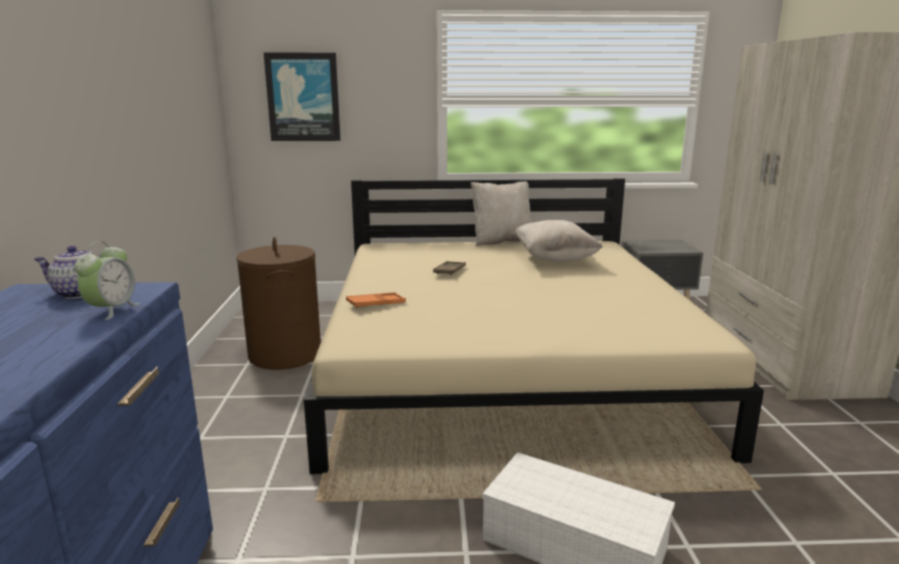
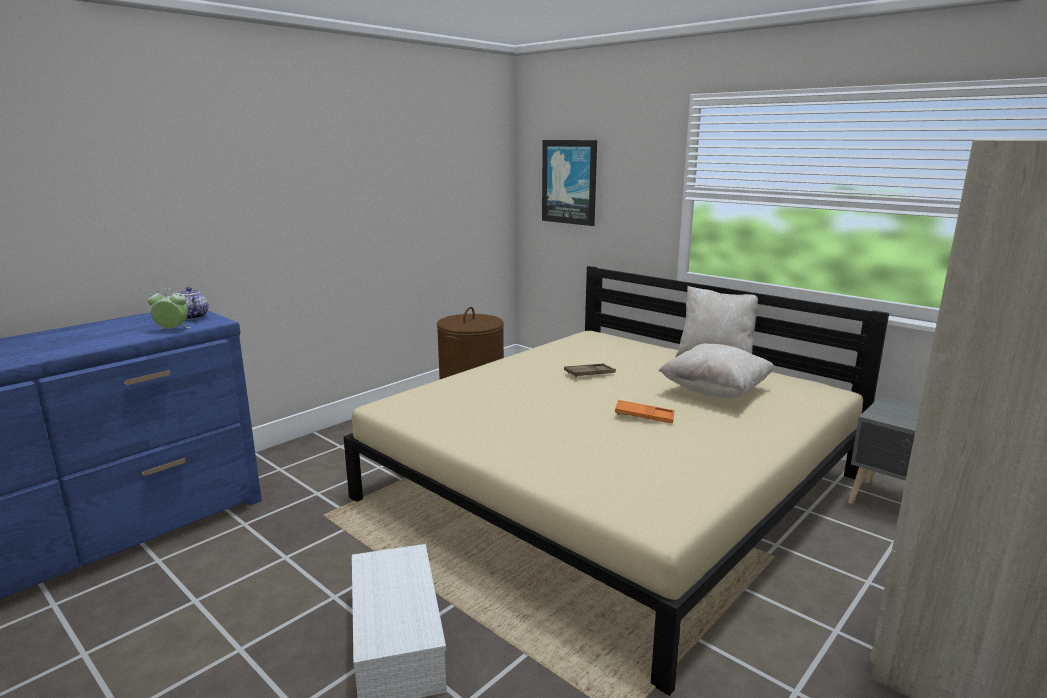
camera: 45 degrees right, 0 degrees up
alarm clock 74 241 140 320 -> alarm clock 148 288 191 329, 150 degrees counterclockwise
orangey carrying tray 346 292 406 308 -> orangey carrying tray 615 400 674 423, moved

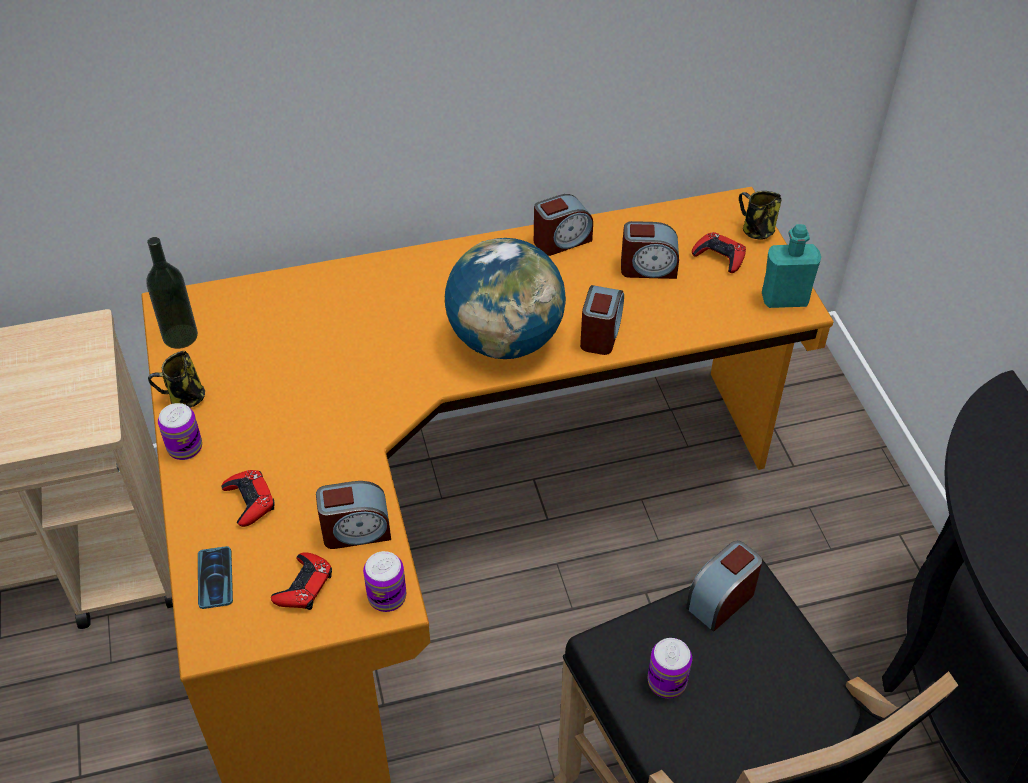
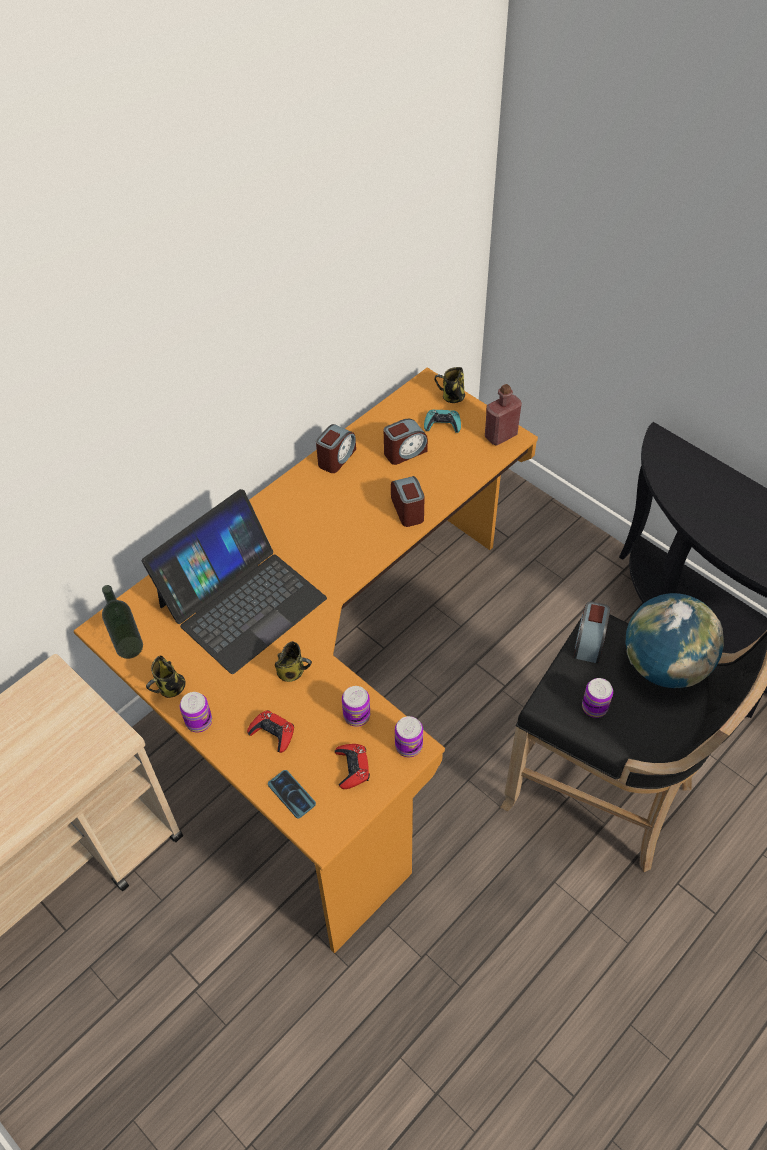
camera: 30 degrees left, 5 degrees up
none -> portable computer 142 489 327 674
none -> mug 275 641 312 682
alarm clock 316 481 391 549 -> can 342 686 370 727
red joypad 692 232 746 273 -> blue-green joypad 424 409 461 433
blue-green bottle 762 224 821 308 -> red bottle 485 384 522 446
desk globe 445 238 566 359 -> desk globe 626 593 724 688, moved

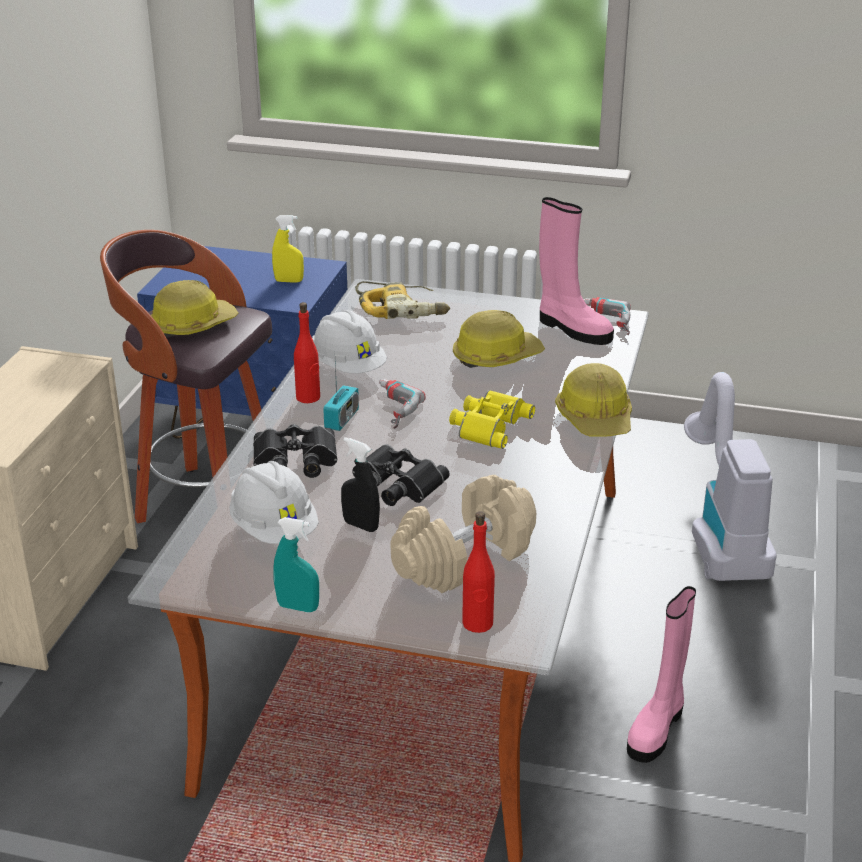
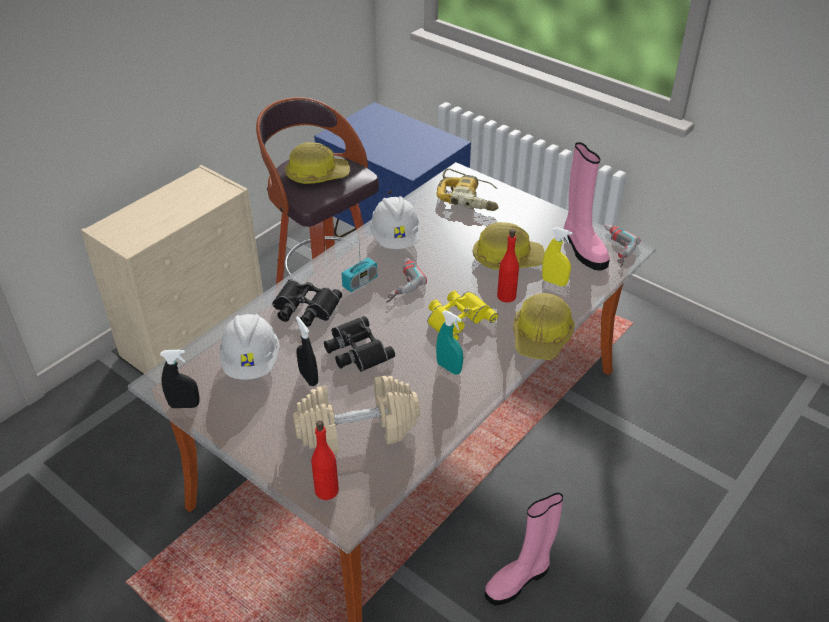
camera: 25 degrees right, 10 degrees up
none -> black sprayer 160 350 200 408
blue-green sprayer 273 517 319 612 -> blue-green sprayer 436 310 463 374, moved
red bottle 294 302 320 403 -> red bottle 497 229 519 303, moved
yellow sprayer 272 215 304 283 -> yellow sprayer 542 227 572 286, moved
vacuum 684 372 777 581 -> none

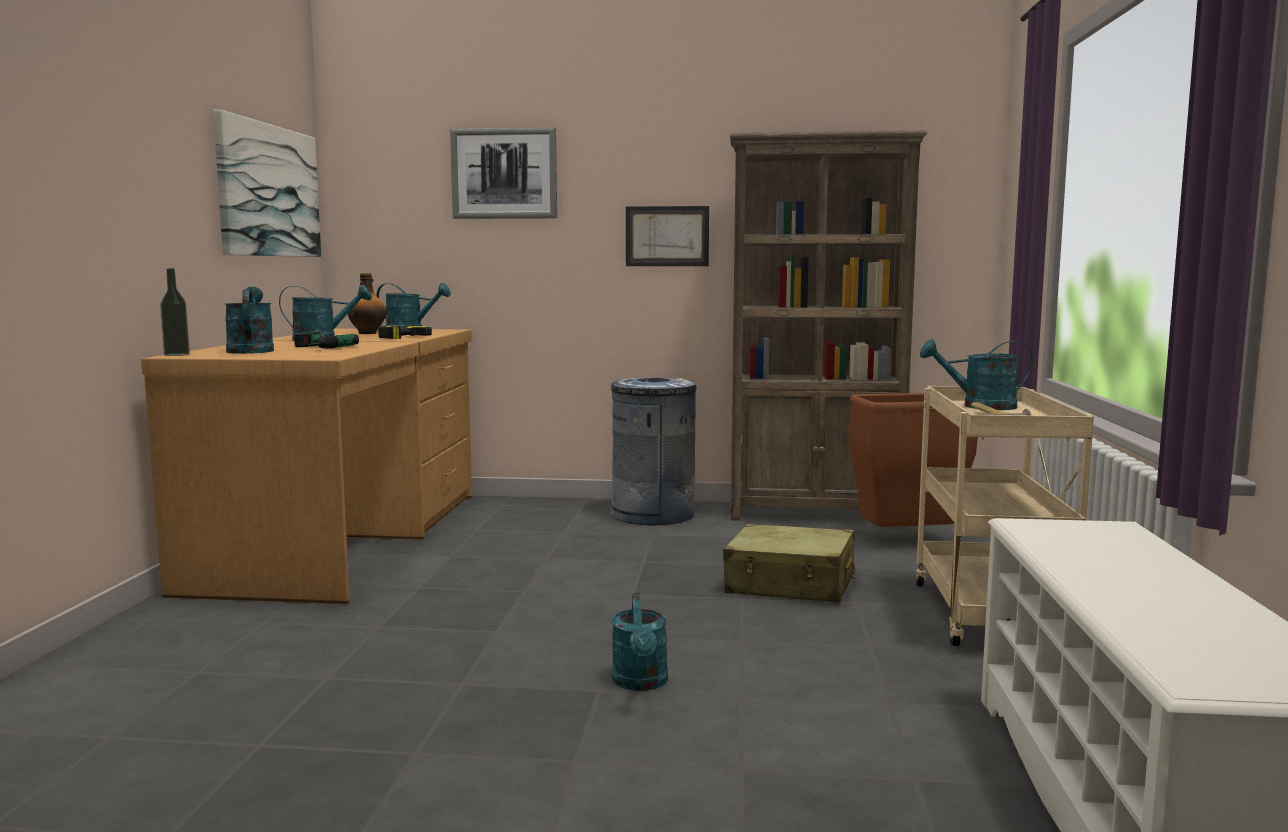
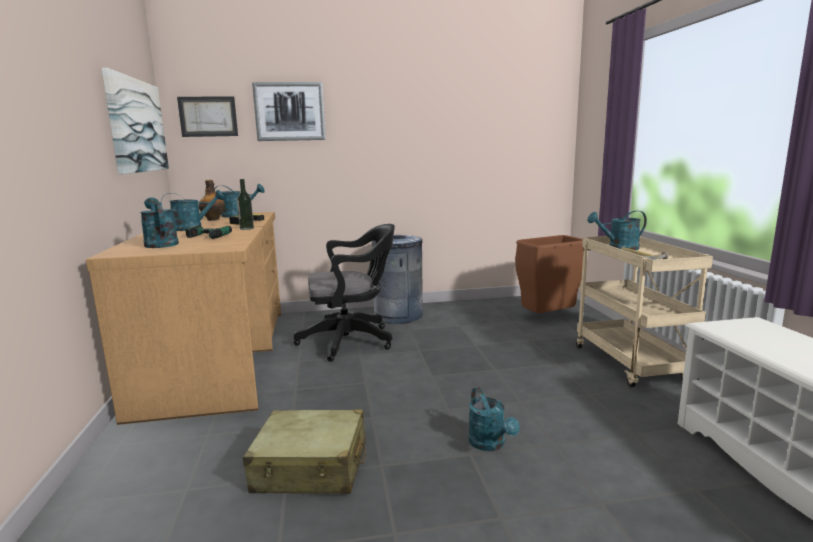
camera: 15 degrees left, 5 degrees up
picture 626 206 709 266 -> picture 177 96 238 137, moved
bottle 160 268 190 356 -> bottle 237 179 254 230, moved
beige suitcase 723 524 857 603 -> beige suitcase 243 409 366 494, moved
none -> black computer chair 294 224 395 362
brownish bookshelf 730 131 927 521 -> none

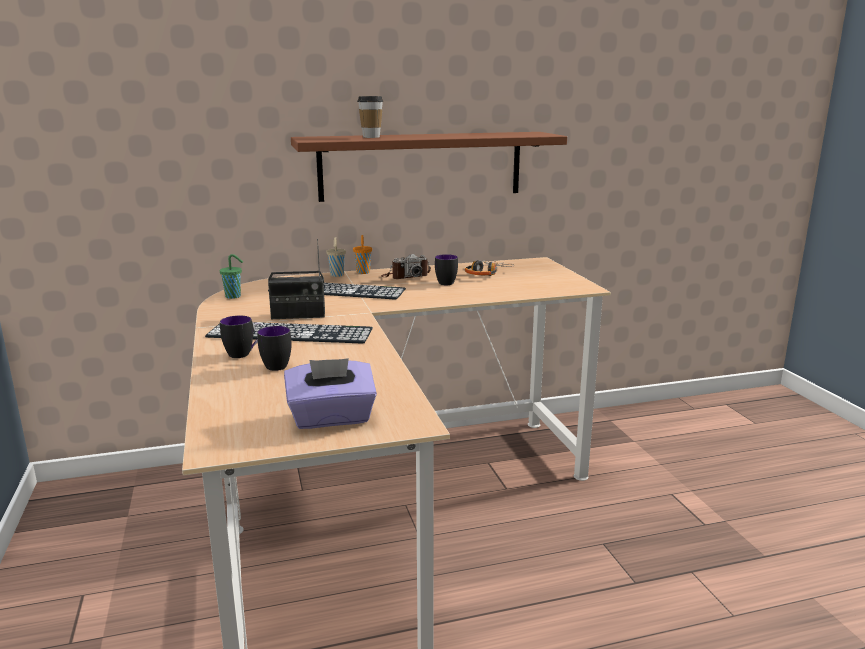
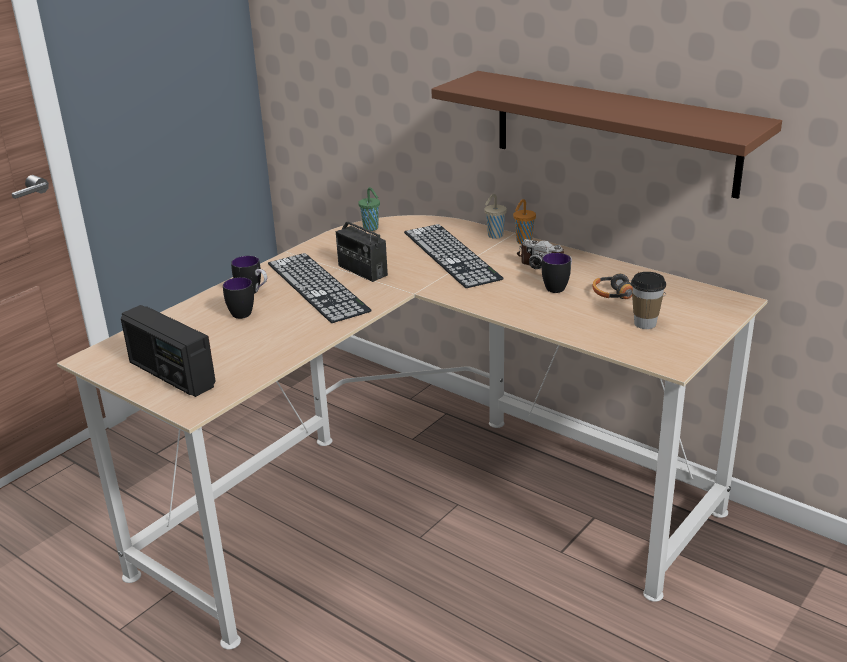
camera: 55 degrees right, 10 degrees up
purplish tissue holder 284 358 377 429 -> radio receiver 121 305 216 397
cup 357 96 384 138 -> cup 631 272 666 329, moved

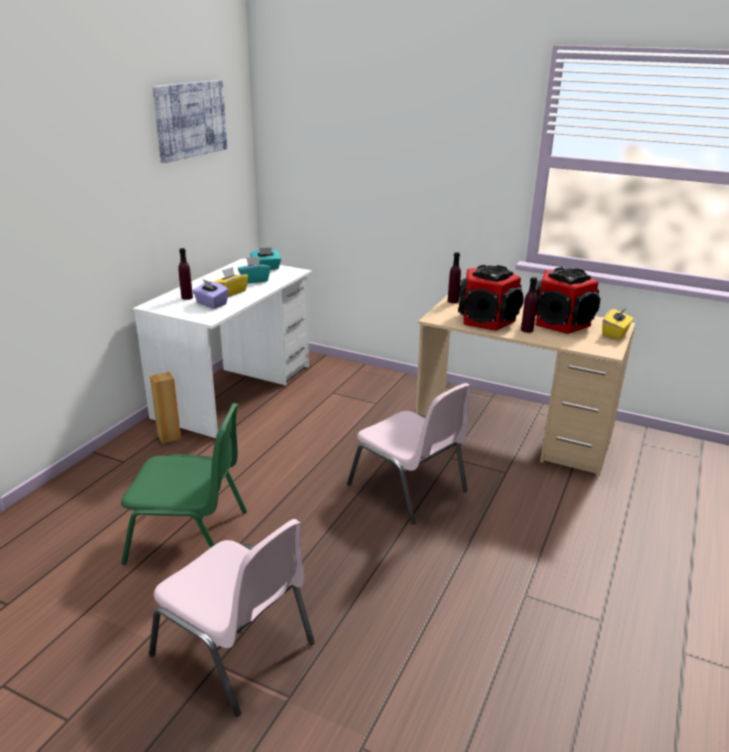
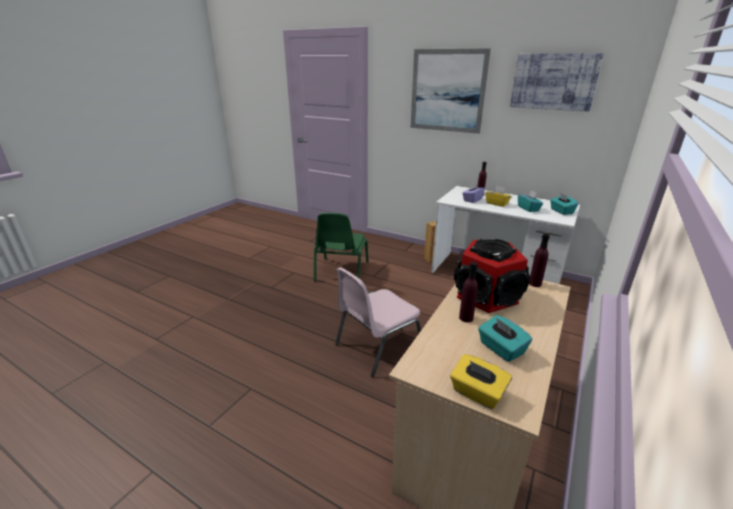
camera: 95 degrees right, 0 degrees up
none -> picture 411 48 491 134
loudspeaker 536 267 600 334 -> blue-green tissue holder 478 315 532 362
pink-coloured upright chair 149 519 315 717 -> none

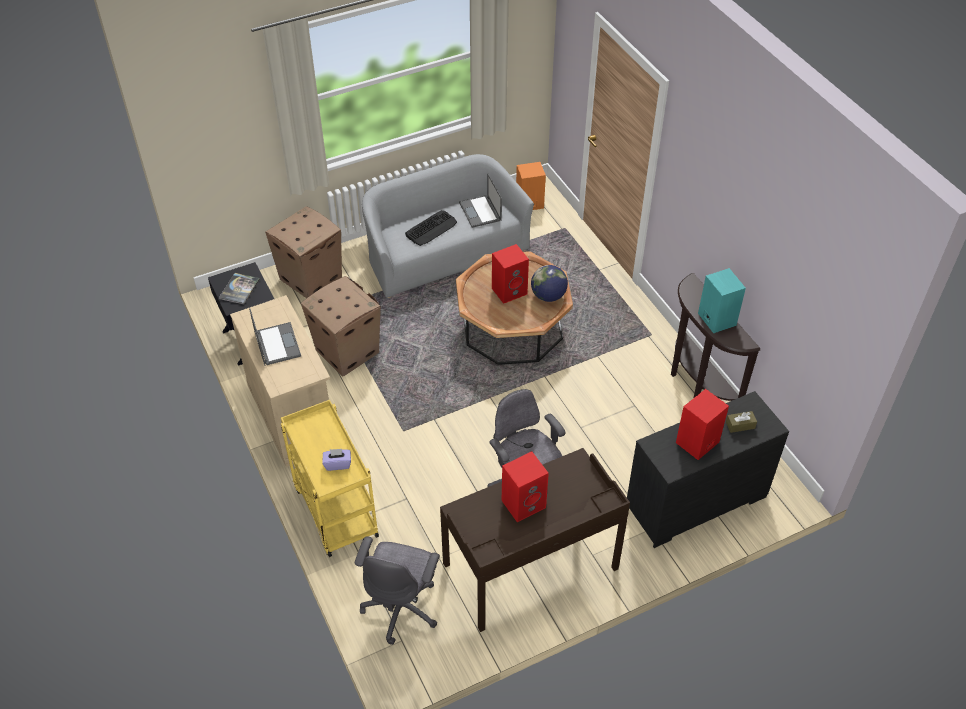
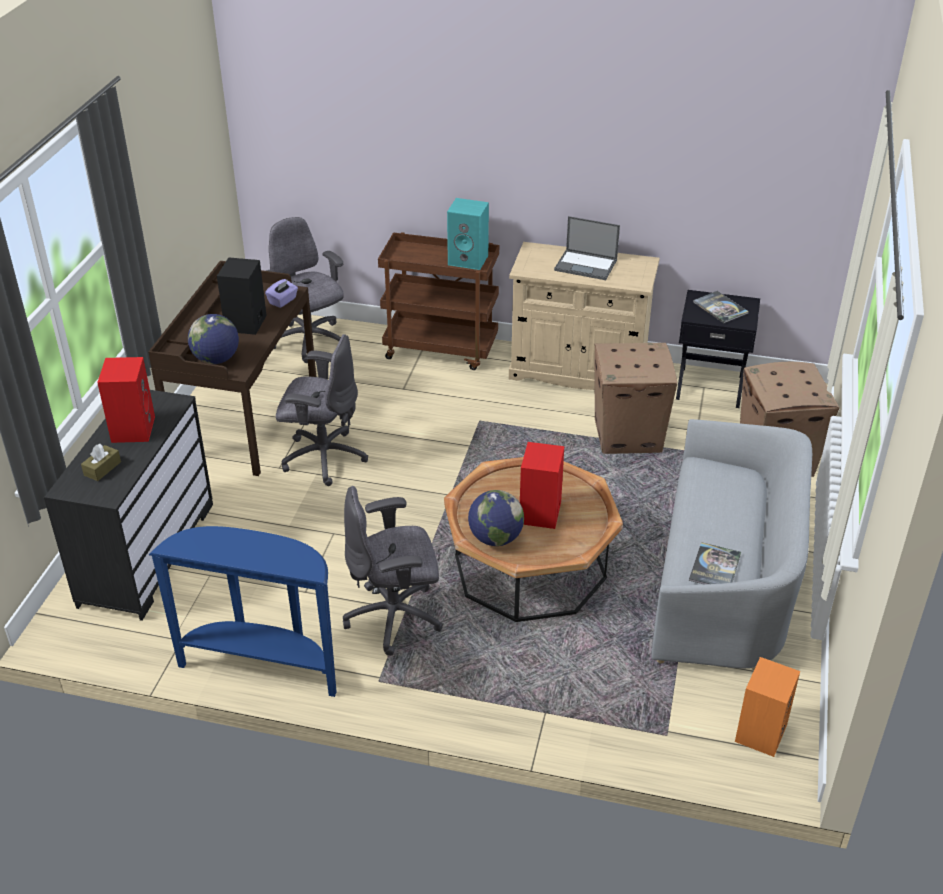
camera: 130 degrees right, 10 degrees down
brownish narrow table 671 273 760 401 -> blue narrow table 149 526 337 697
none -> desk globe 188 314 239 364
red loudspeaker 502 451 549 522 -> black loudspeaker 217 257 266 335
purplish tissue holder 322 449 351 471 -> purplish tissue holder 265 279 298 308, moved
none -> gray computer chair 343 486 443 655
yellow wheeled cart 281 400 379 557 -> brownish wheeled cart 378 232 499 370
blue-green loudspeaker 698 268 746 333 -> blue-green loudspeaker 447 198 489 270, moved
portable computer 459 174 502 228 -> book 689 542 741 584
computer keyboard 405 210 457 246 -> none

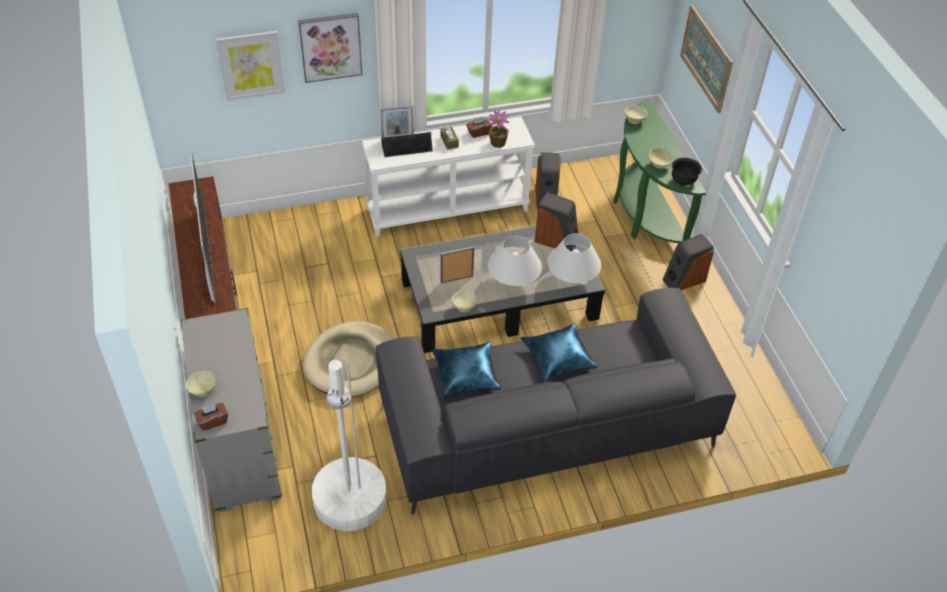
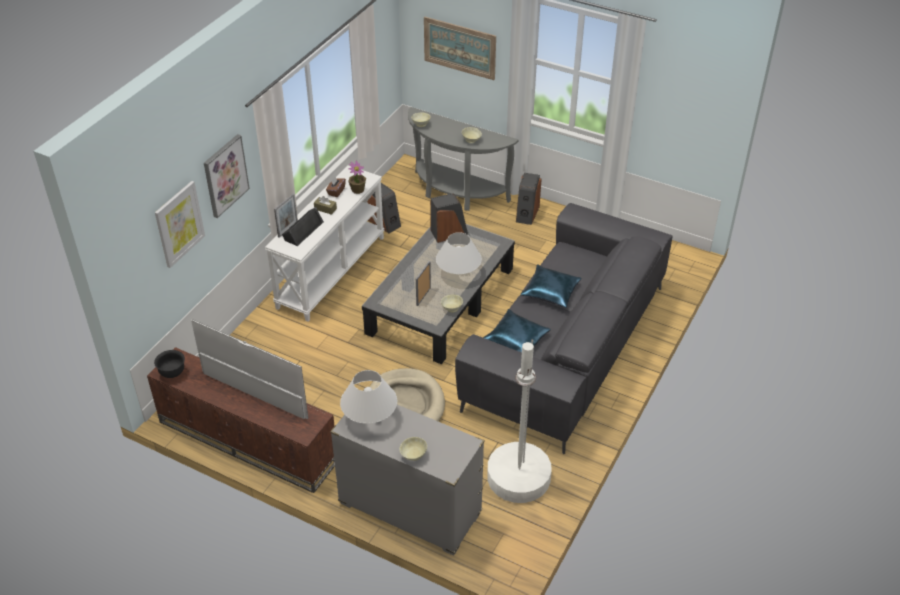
camera: 45 degrees left, 5 degrees down
black deep dish 672 158 702 186 -> black deep dish 154 350 185 378, moved
white lamp for a table 547 233 601 283 -> white lamp for a table 340 370 397 424, moved
green narrow table 614 99 706 243 -> gray narrow table 408 107 518 211
brownish tissue holder 194 403 228 431 -> none

